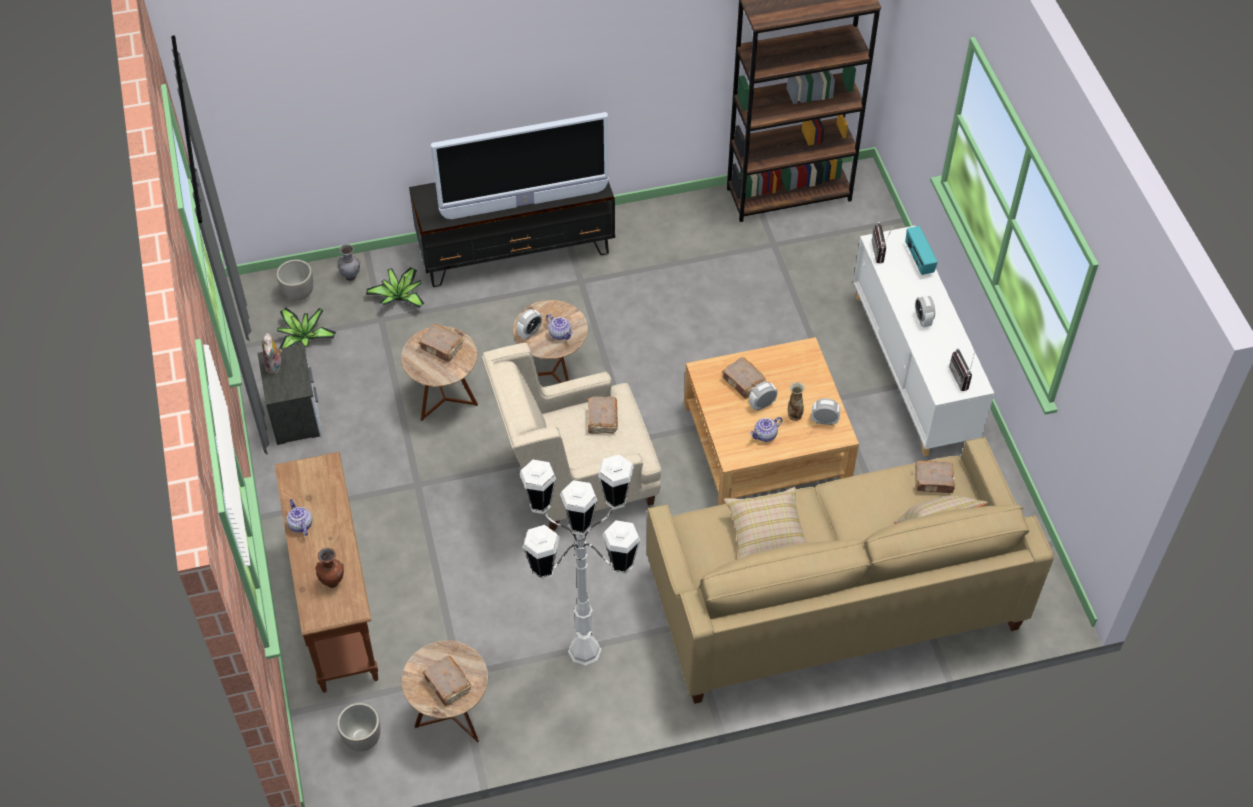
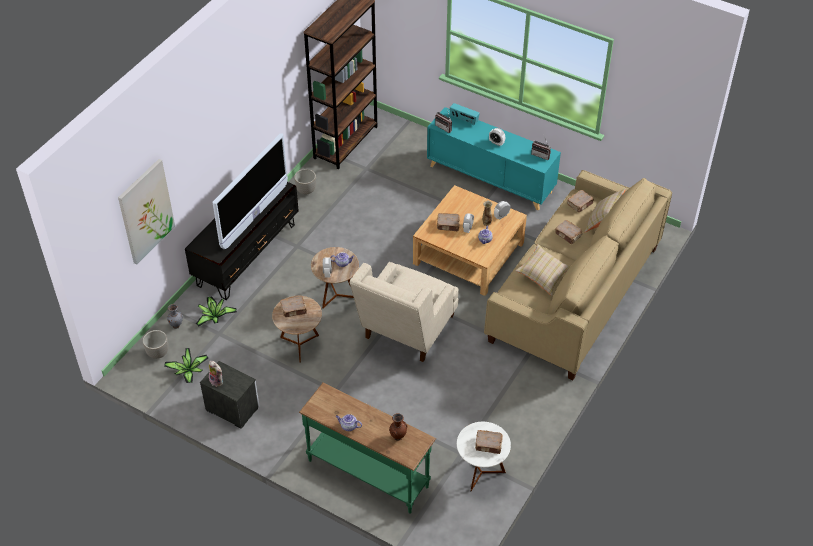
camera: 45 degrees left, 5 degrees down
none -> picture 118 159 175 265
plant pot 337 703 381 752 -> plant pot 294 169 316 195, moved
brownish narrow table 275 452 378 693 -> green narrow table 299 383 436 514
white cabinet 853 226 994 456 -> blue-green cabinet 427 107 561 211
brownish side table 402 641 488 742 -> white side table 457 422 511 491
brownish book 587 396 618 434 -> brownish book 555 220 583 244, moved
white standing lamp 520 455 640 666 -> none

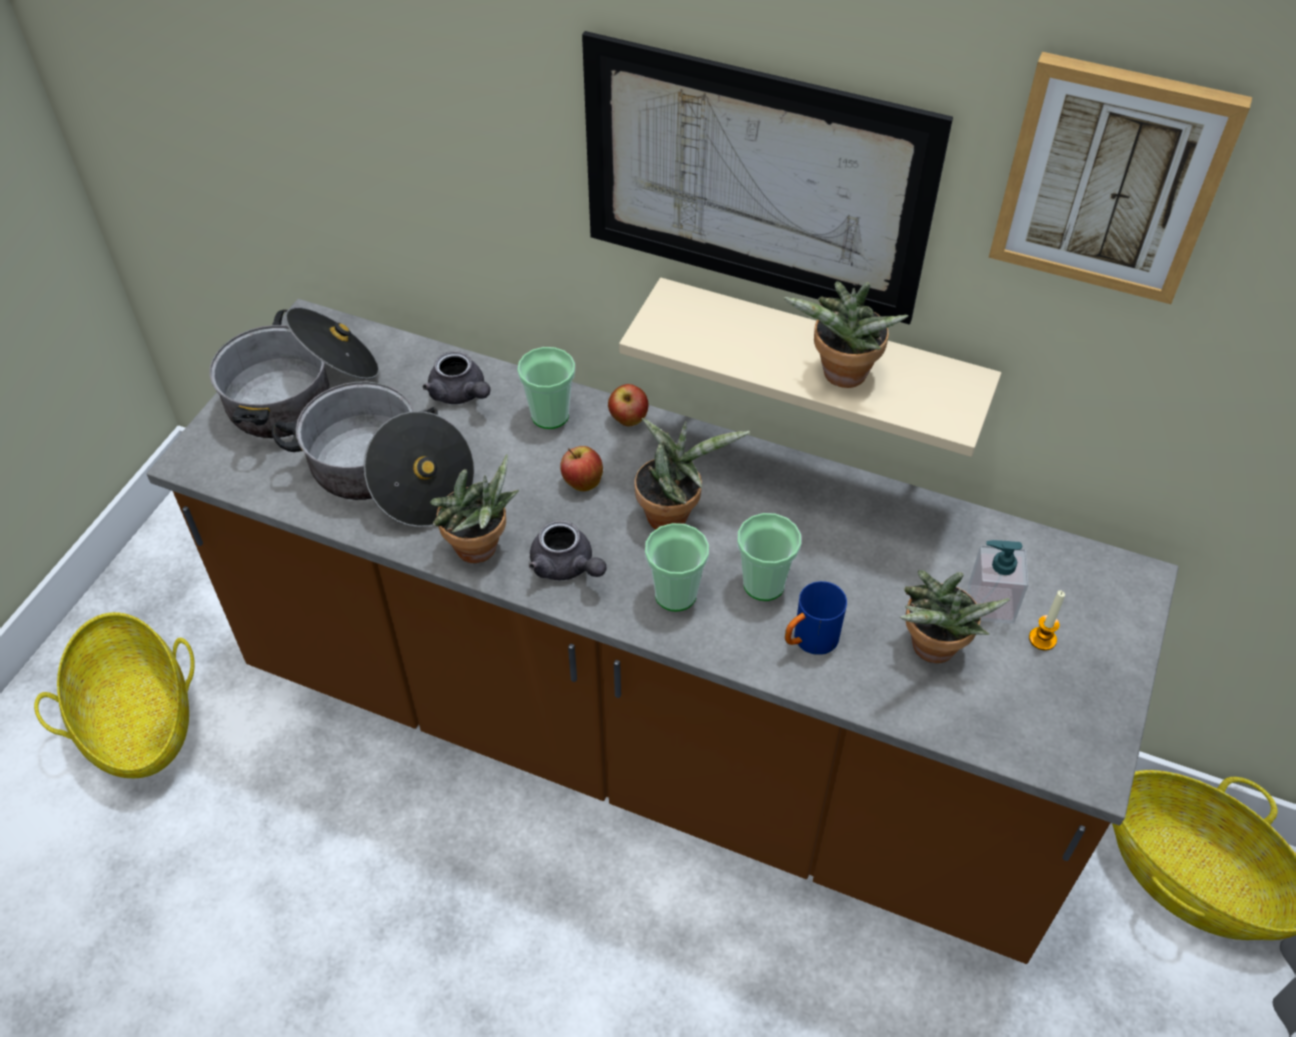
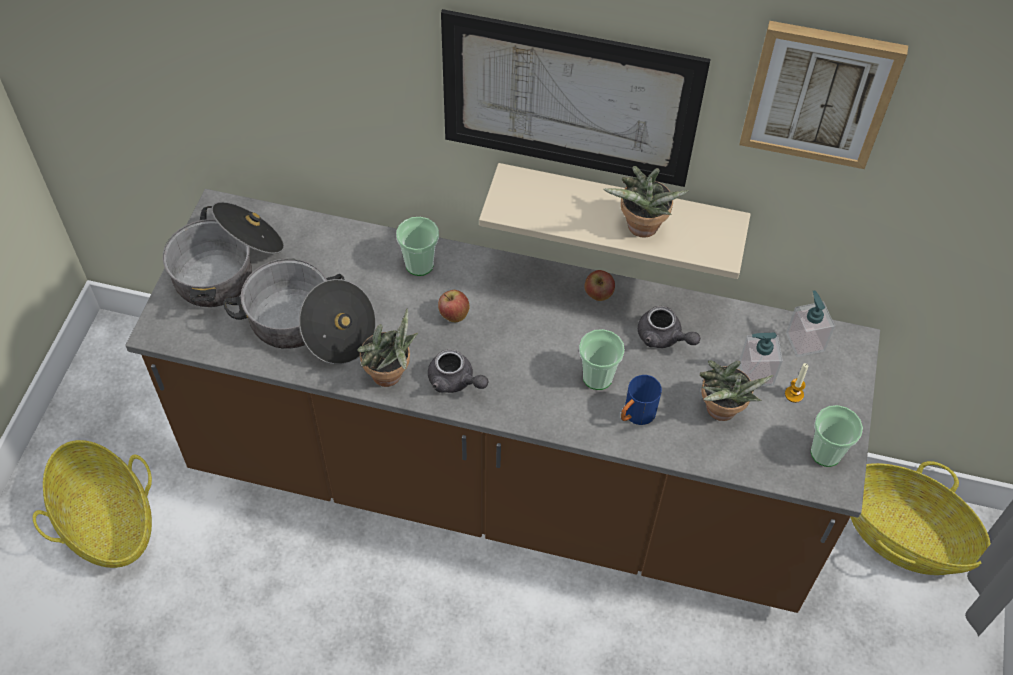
camera: 10 degrees left, 5 degrees up
whole apple 608 384 649 426 -> whole apple 584 270 615 301, moved
gray pot for tea 423 351 490 404 -> gray pot for tea 638 306 701 348, moved
none -> soap bottle 786 290 835 357
cup 645 523 709 611 -> cup 811 405 863 467, moved
houseplant 634 418 750 530 -> none

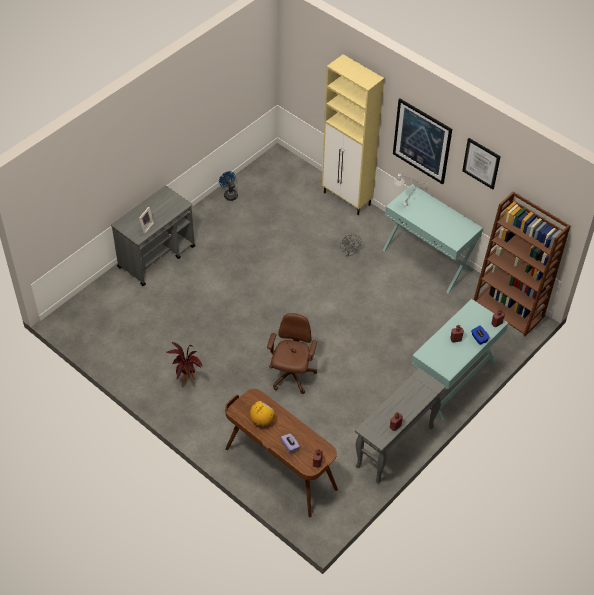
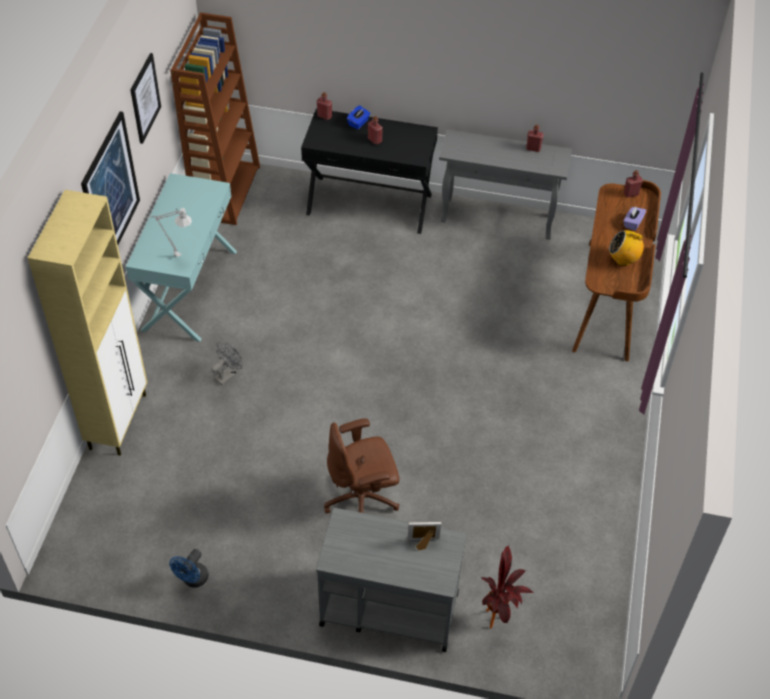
camera: 120 degrees left, 0 degrees up
blue-green narrow table 411 299 508 421 -> black narrow table 301 109 438 234
brownish computer chair 267 313 317 394 -> brownish computer chair 324 418 399 514, moved
houseplant 166 342 202 385 -> houseplant 481 546 535 628, moved

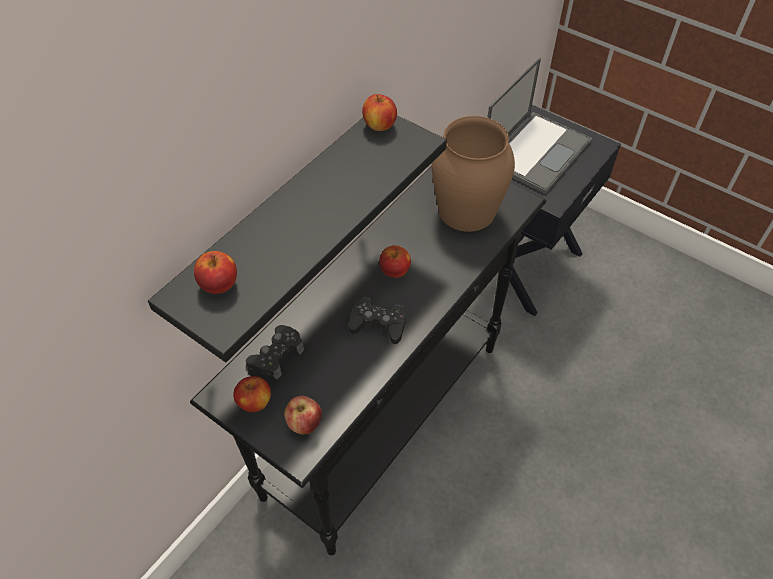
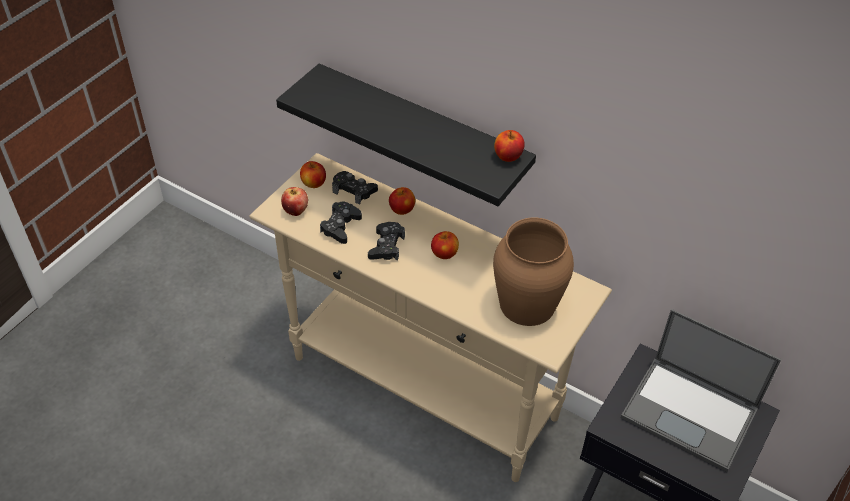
camera: 85 degrees right, 5 degrees down
black narrow table 190 166 546 556 -> beige narrow table 249 153 612 482
none -> black joypad 320 202 362 244
whole apple 194 251 237 294 -> whole apple 389 187 415 215, moved

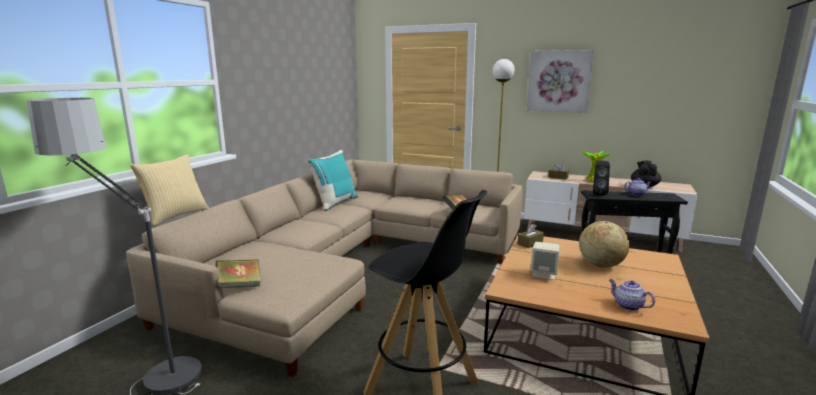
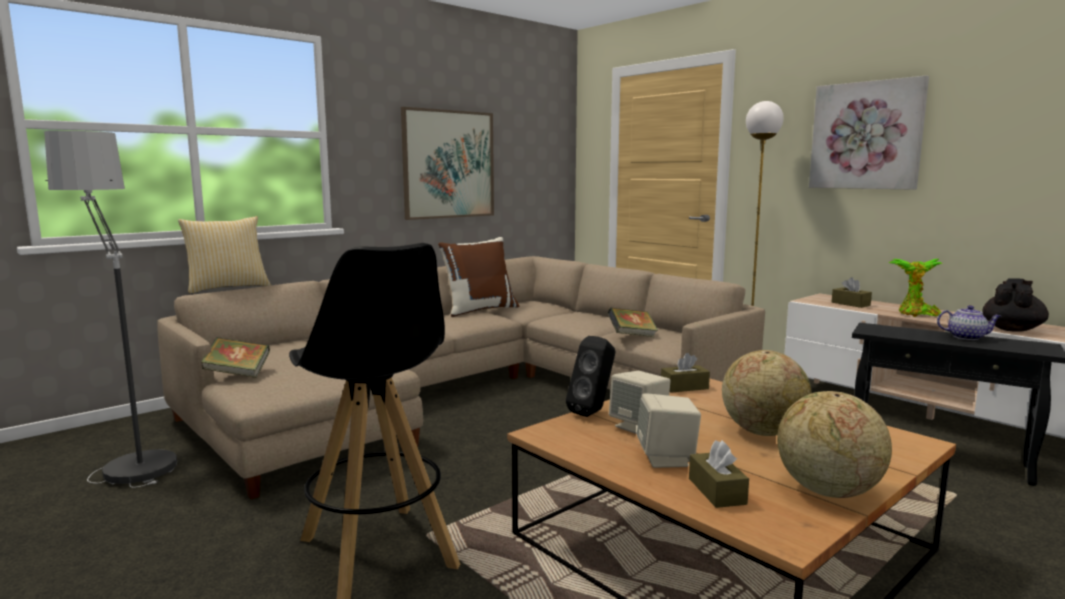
camera: 25 degrees right, 5 degrees down
none -> picture 401 107 494 220
blue-green cushion 308 150 359 211 -> brownish cushion 438 237 519 317
black loudspeaker 593 161 610 196 -> black loudspeaker 566 336 616 417, moved
none -> beige loudspeaker 637 393 701 468
pot for tea 609 279 655 311 -> brownish tissue holder 689 440 749 508
none -> desk globe 777 391 892 498

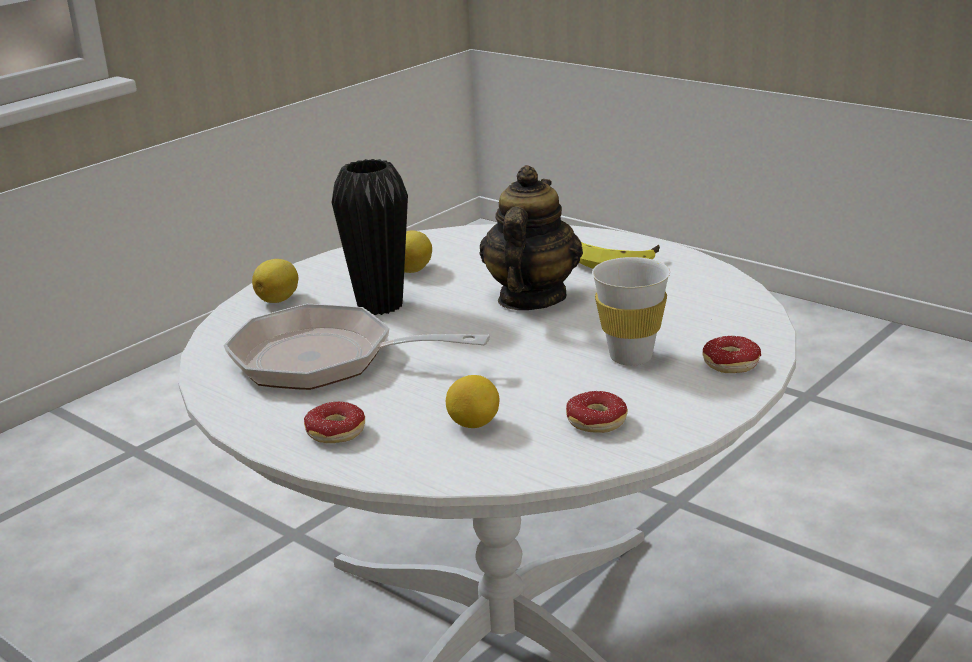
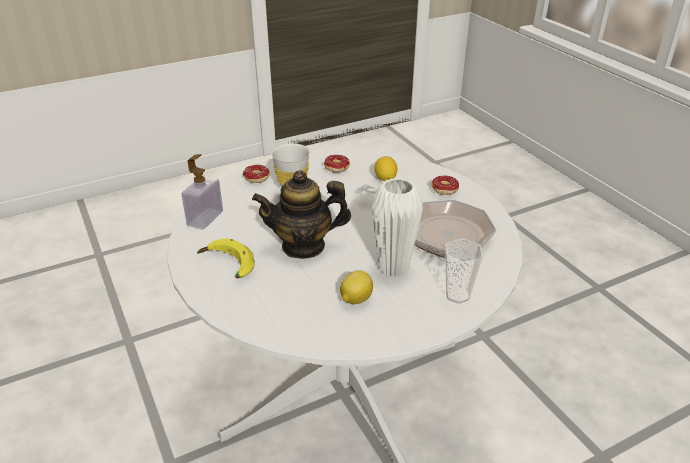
camera: 160 degrees left, 10 degrees up
none -> soap bottle 182 154 223 230
pot for tea 479 165 583 310 -> pot for tea 252 170 351 259, 45 degrees clockwise
black vase 332 159 408 315 -> white vase 372 178 423 277
lemon 252 259 298 303 -> cup 445 238 483 304

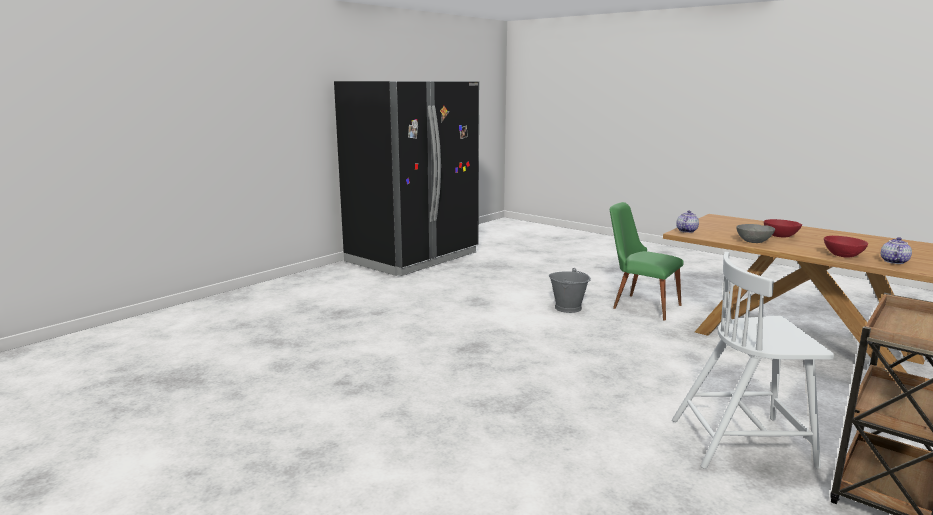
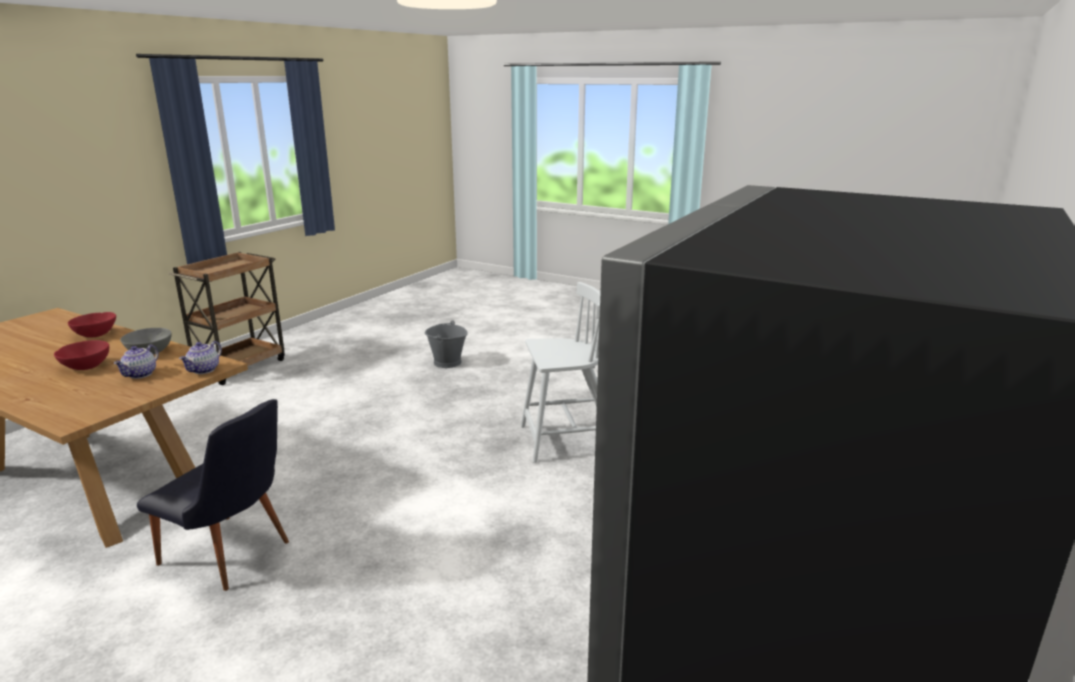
camera: 170 degrees right, 5 degrees up
pot for tea 881 237 912 264 -> pot for tea 114 345 159 379, moved
green upright chair 610 202 684 321 -> black upright chair 137 399 289 591
gray pail 549 268 591 313 -> gray pail 425 320 468 368, moved
white upright chair 672 252 834 469 -> white upright chair 520 282 600 463, moved

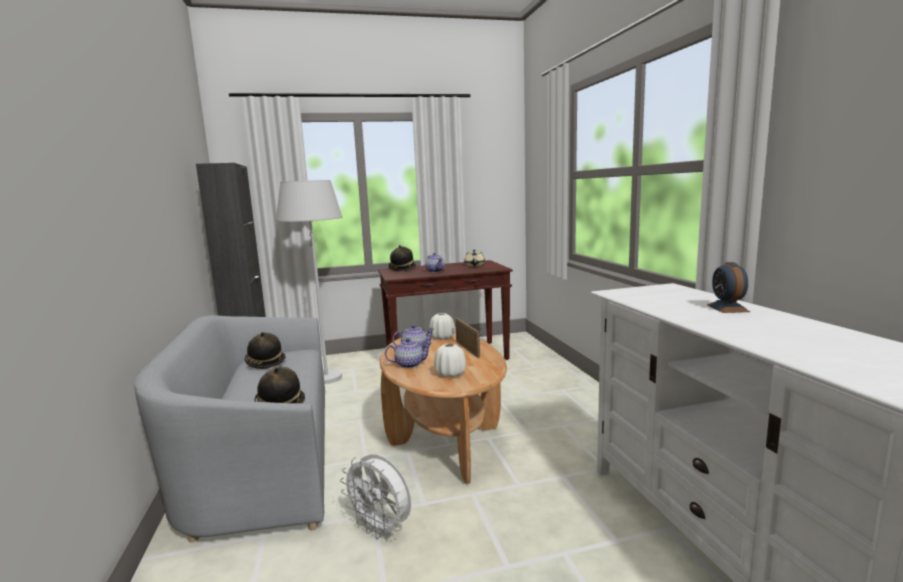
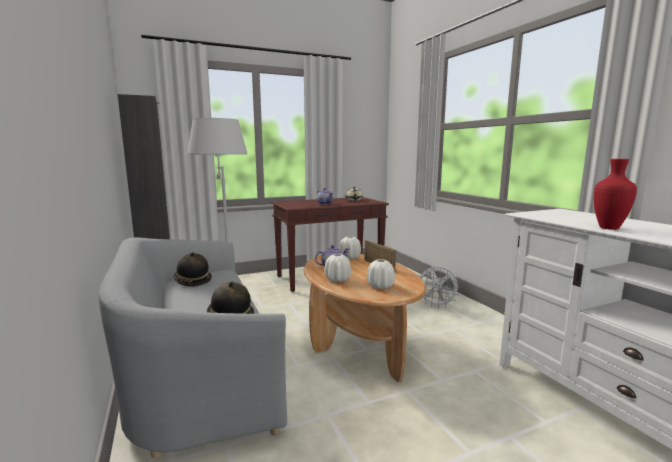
camera: 10 degrees left, 0 degrees up
pot for tea 385 338 432 368 -> white vase 324 254 351 282
white electric fan 340 454 411 540 -> white electric fan 418 266 460 309, moved
none -> red vase 594 159 637 230
hat 389 245 416 271 -> none
alarm clock 707 262 750 313 -> none

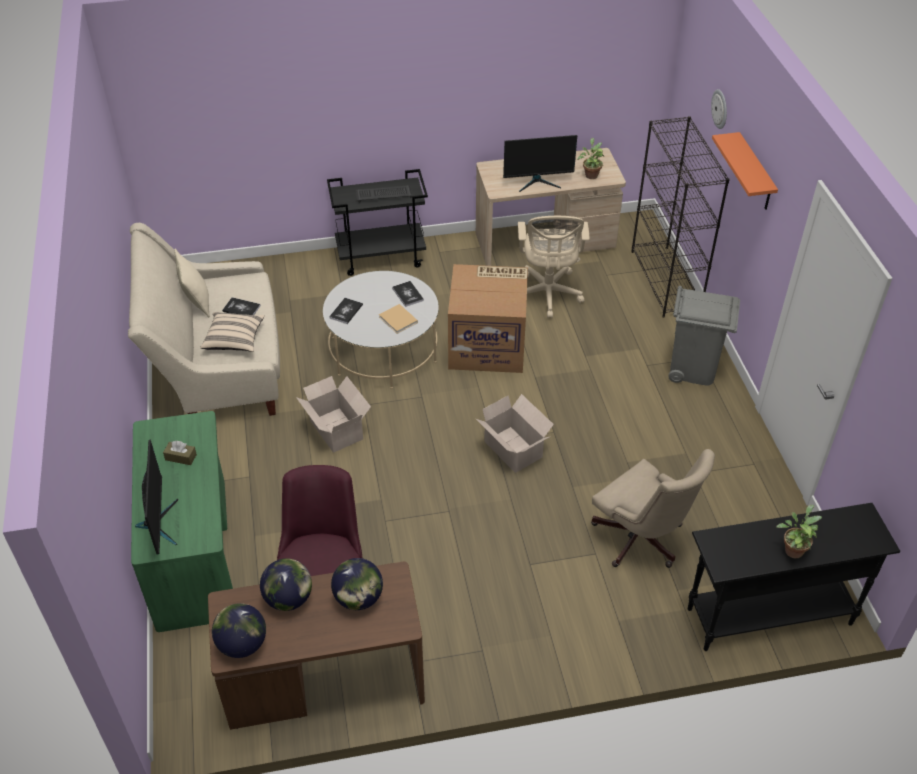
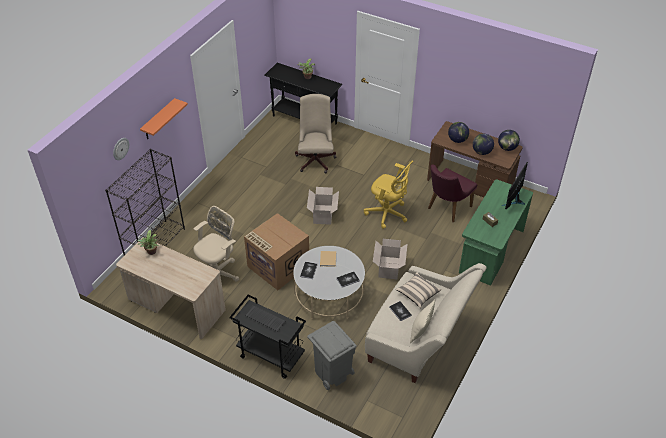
camera: 140 degrees left, 0 degrees up
gray rubbish bin 668 286 740 385 -> gray rubbish bin 307 321 357 390, moved
none -> yellow computer chair 364 161 413 229
computer screen 503 135 577 192 -> none

